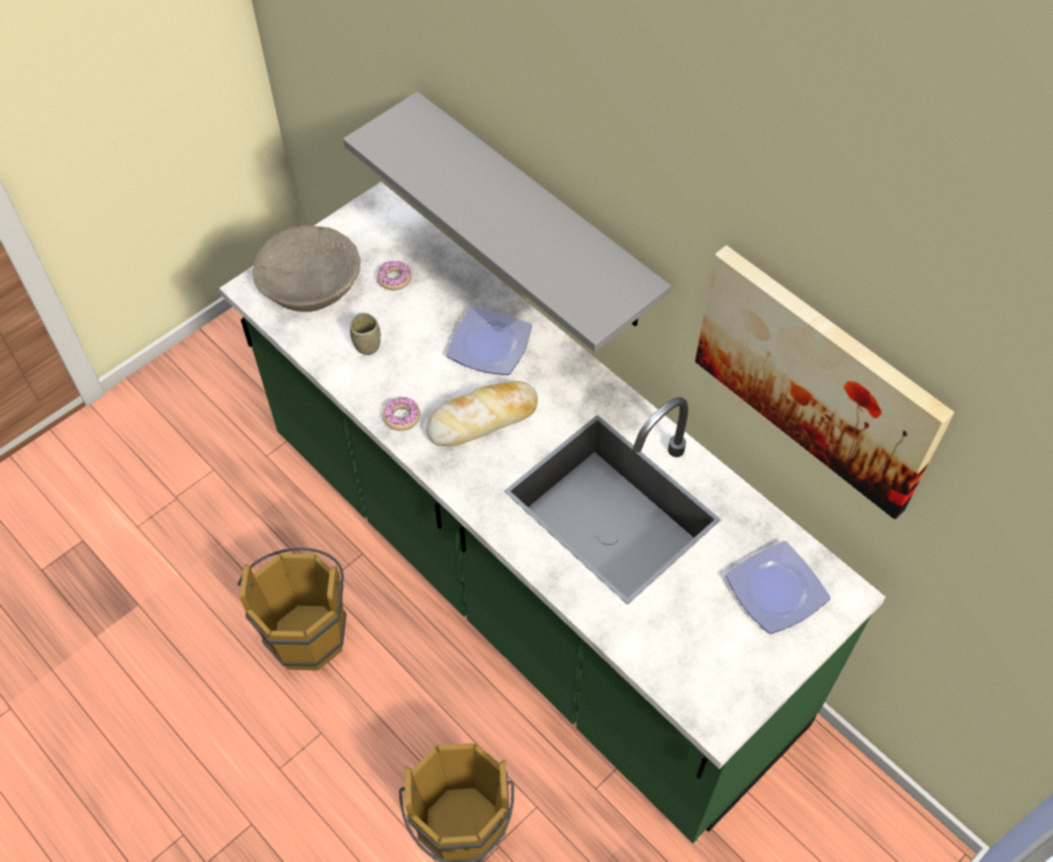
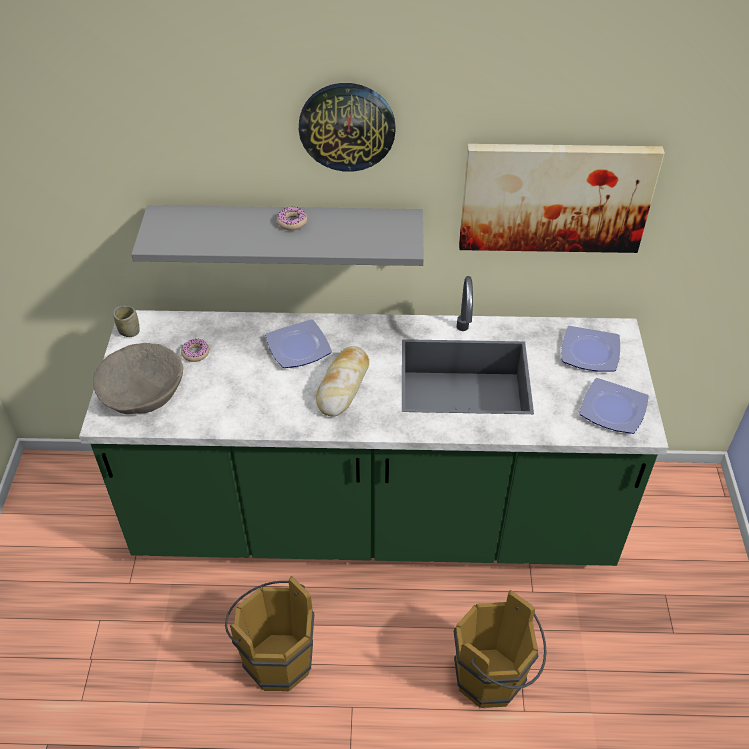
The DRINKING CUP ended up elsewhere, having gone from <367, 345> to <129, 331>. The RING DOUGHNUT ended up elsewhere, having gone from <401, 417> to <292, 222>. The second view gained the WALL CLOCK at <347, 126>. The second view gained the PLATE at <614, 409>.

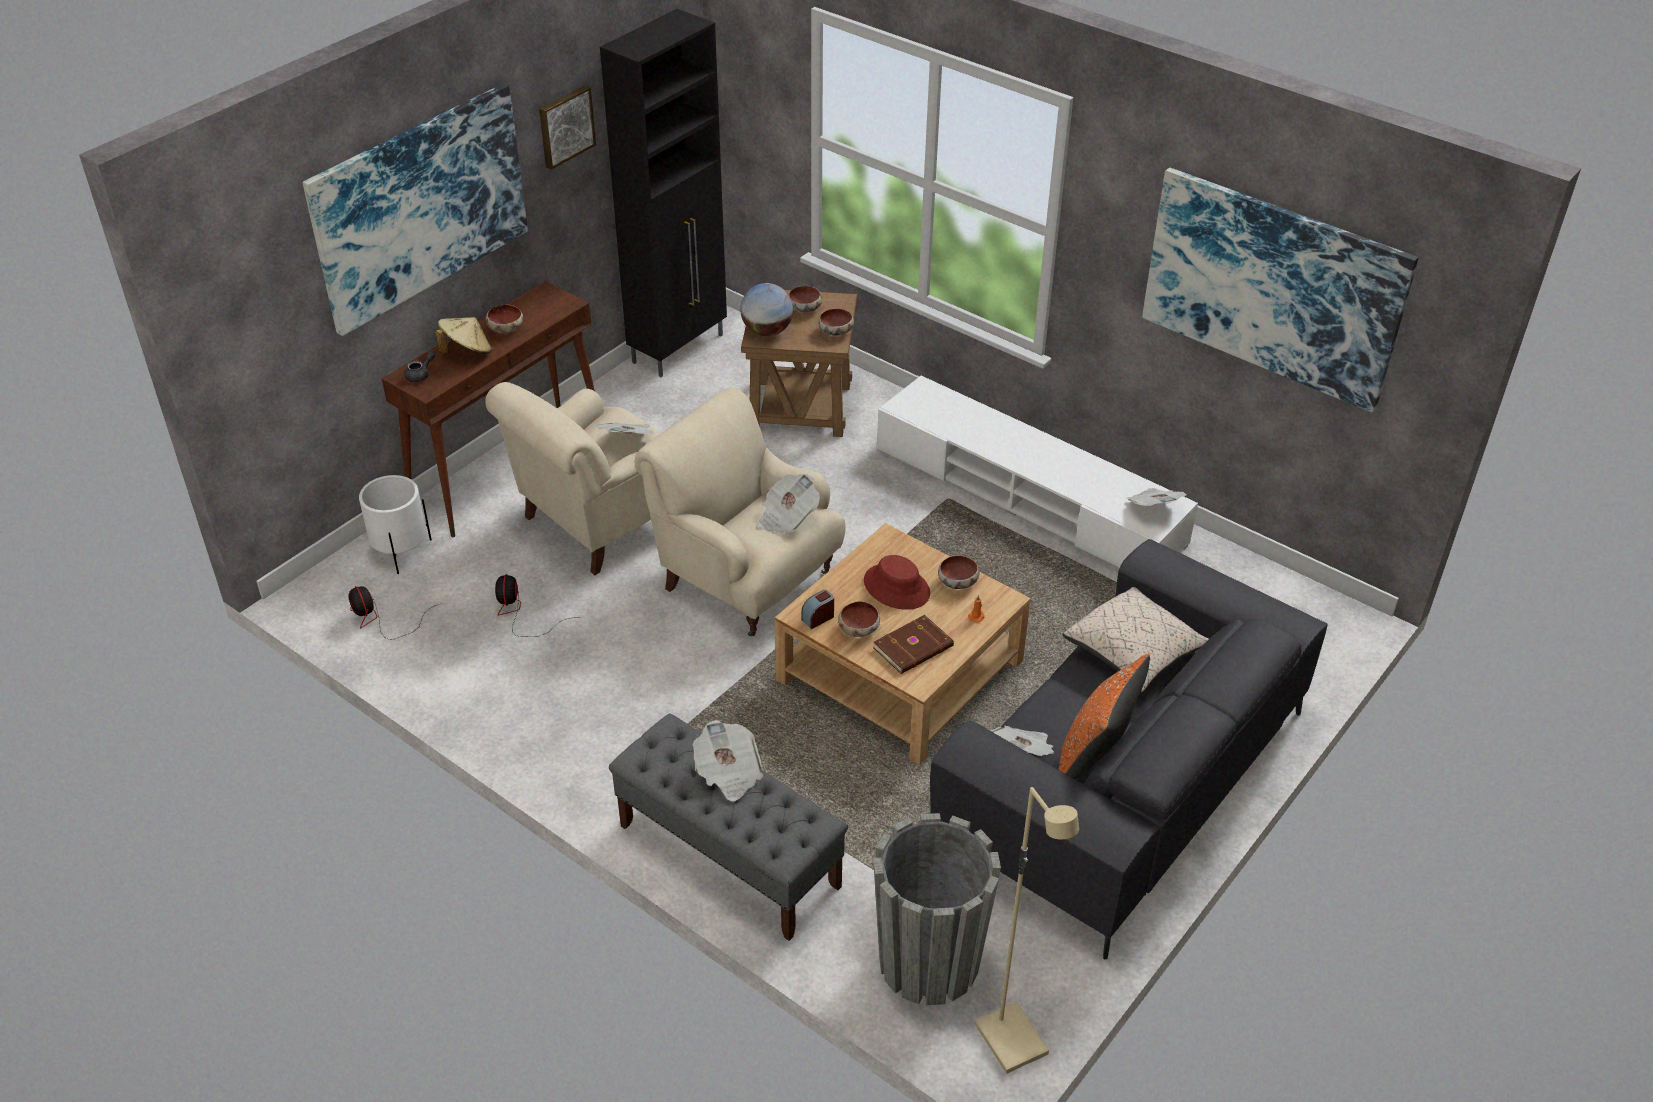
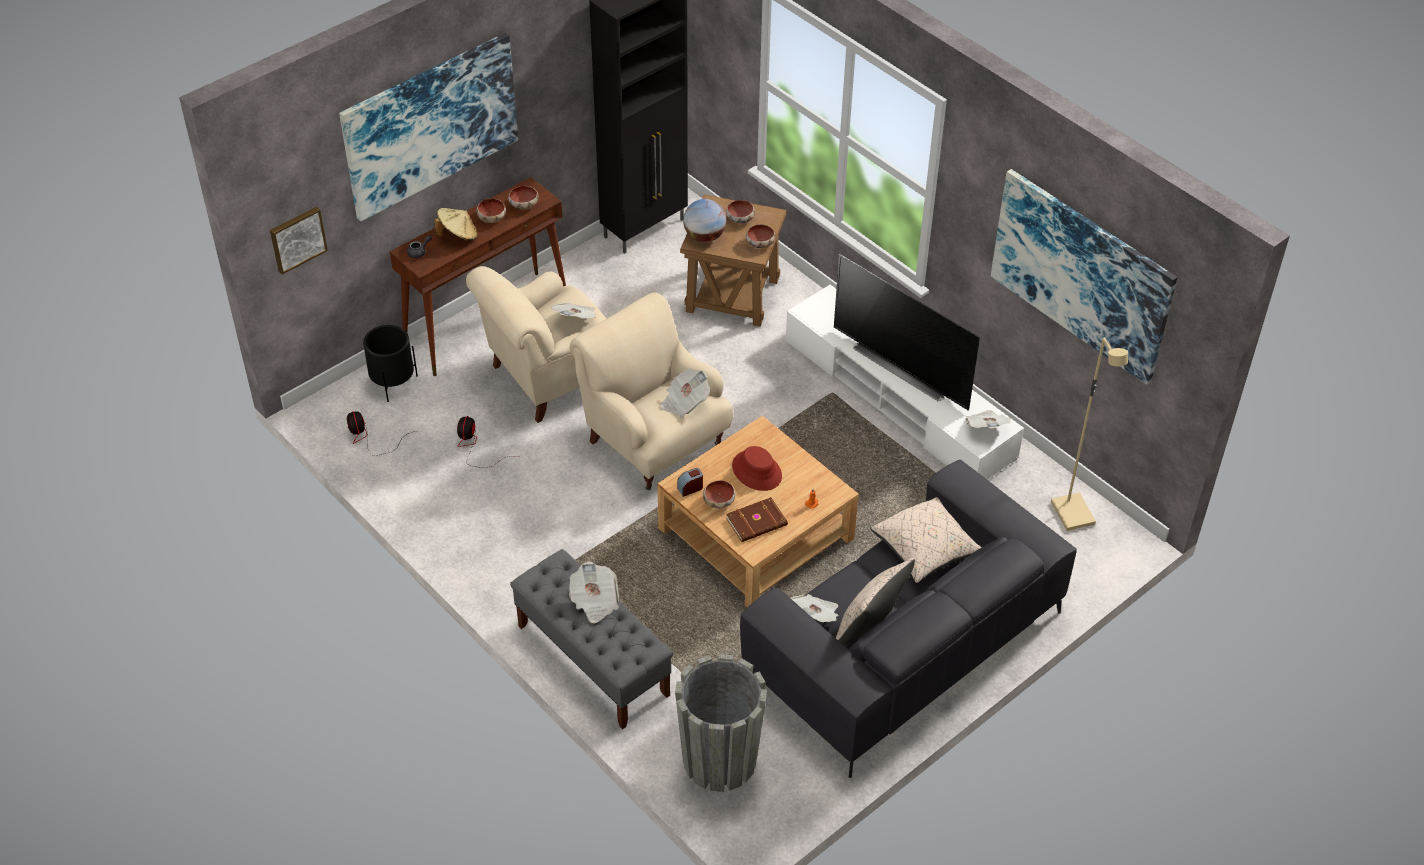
The WALL ART ended up elsewhere, having gone from <565, 126> to <297, 238>. What was the WHITE PLANT POT at <401, 552> turned into the BLACK-COLOURED PLANT POT at <393, 383>. The DEEP DISH ended up elsewhere, having gone from <957, 583> to <523, 205>. What was the ORANGEY CUSHION at <1094, 754> turned into the SAND-COLOURED CUSHION at <870, 626>. The SAND-COLOURED FLOOR LAMP ended up elsewhere, having gone from <1012, 1040> to <1074, 514>. The second view gained the TV at <904, 367>.

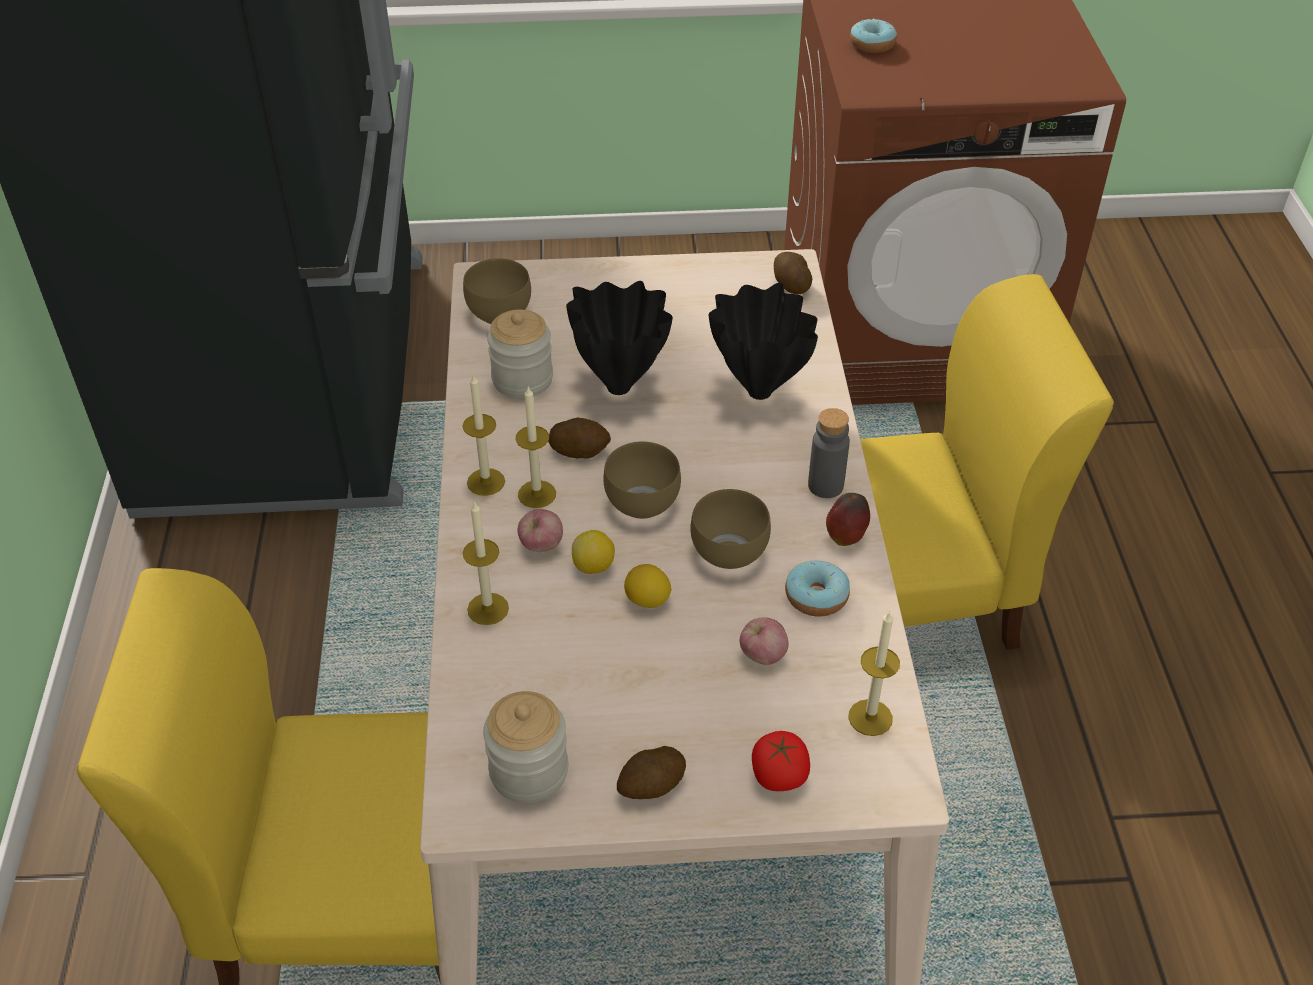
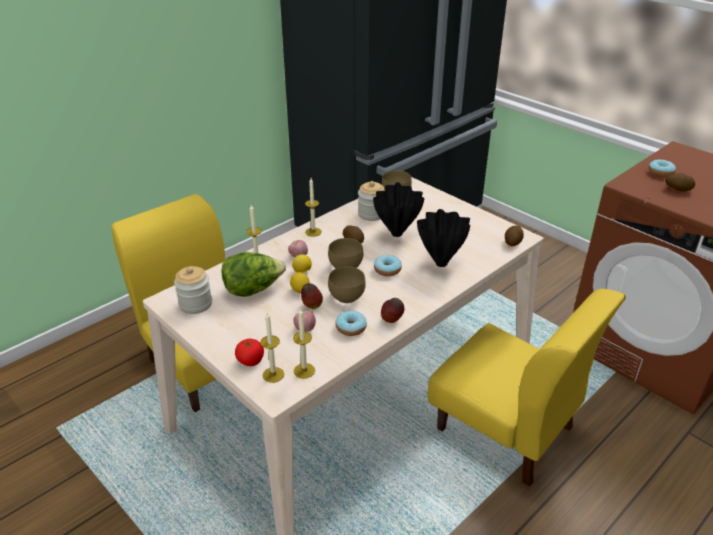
The CANDLE ended up elsewhere, having gone from <537, 494> to <273, 374>. The second view lost the GREYISH BEVERAGE BOTTLE at <825, 486>. The POTATO ended up elsewhere, having gone from <651, 786> to <677, 189>. The second view gained the HEAD OF LETTUCE at <253, 289>. The second view gained the RING DOUGHNUT at <387, 270>. The second view gained the APPLE FRUIT at <311, 306>.

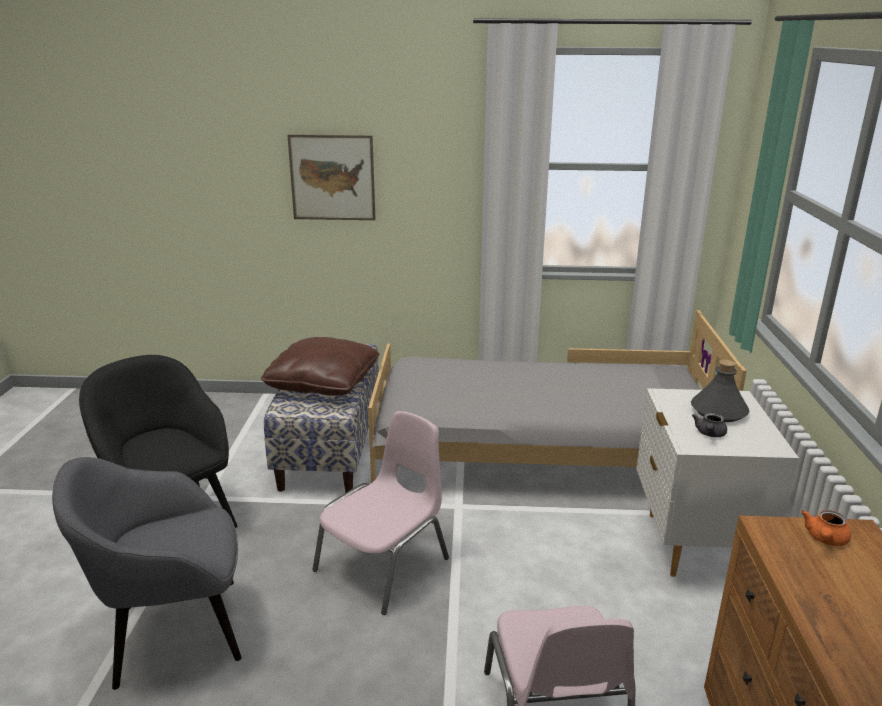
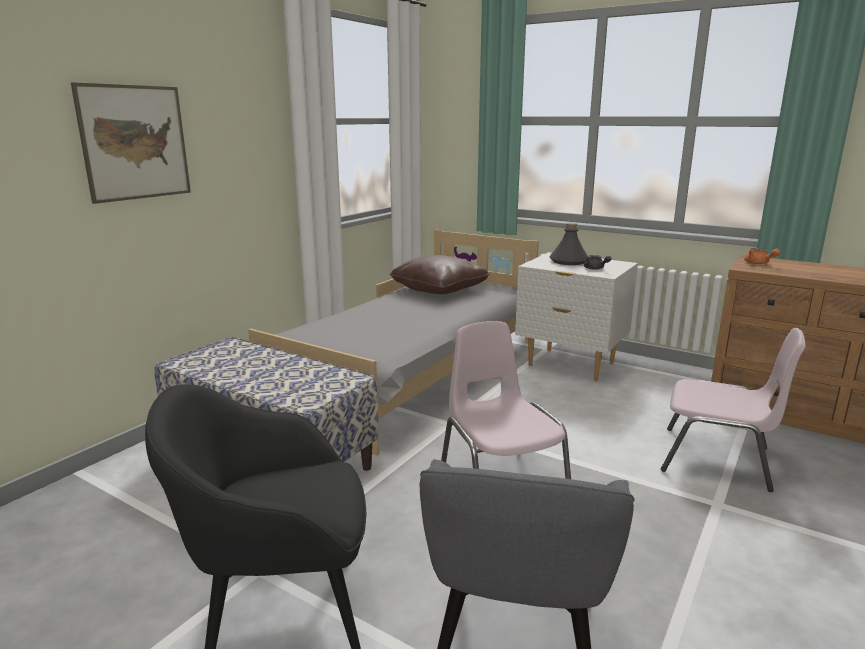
The BROWN-COLOURED CUSHION ended up elsewhere, having gone from <323, 383> to <439, 289>.

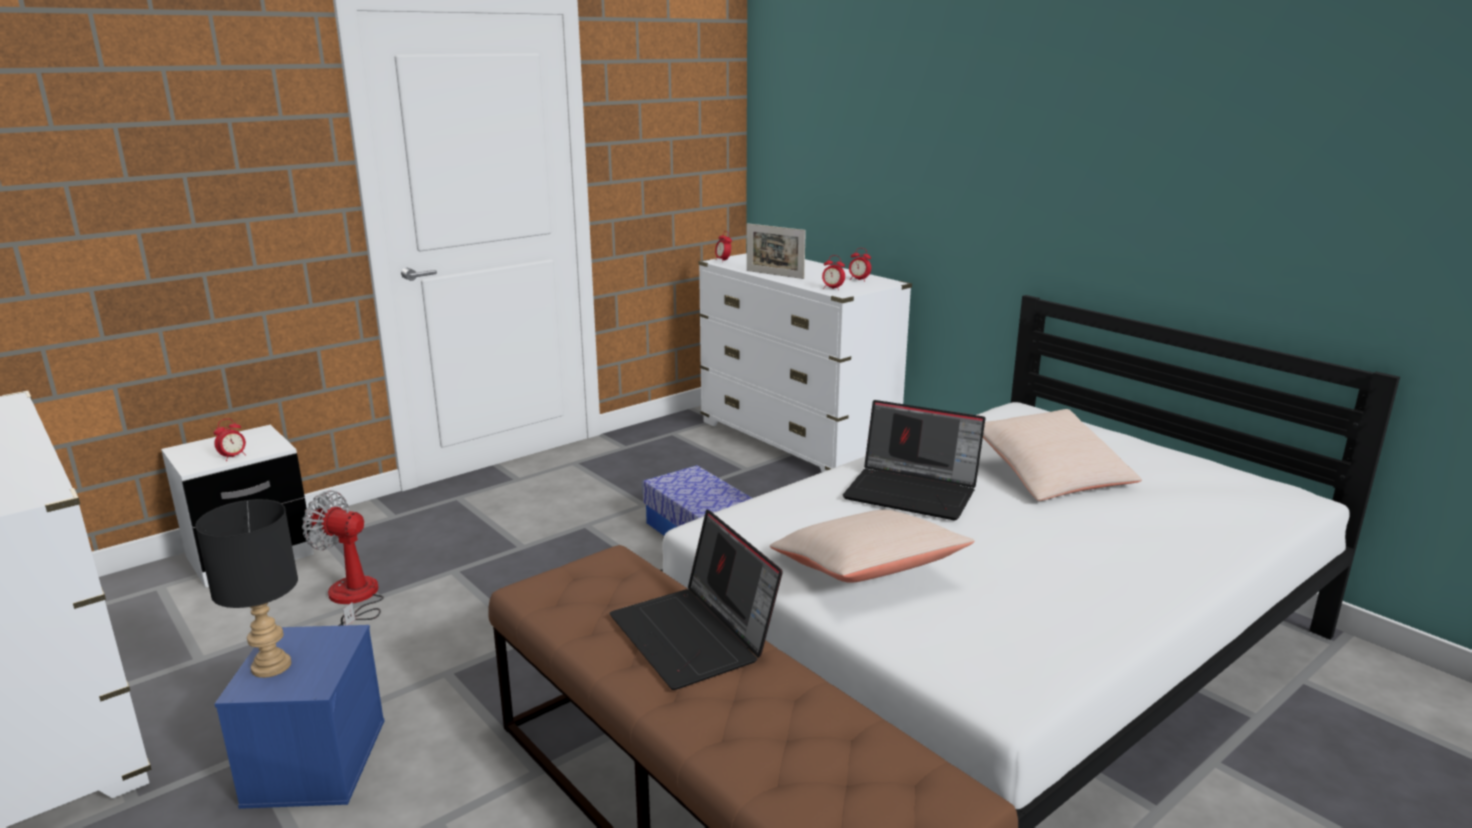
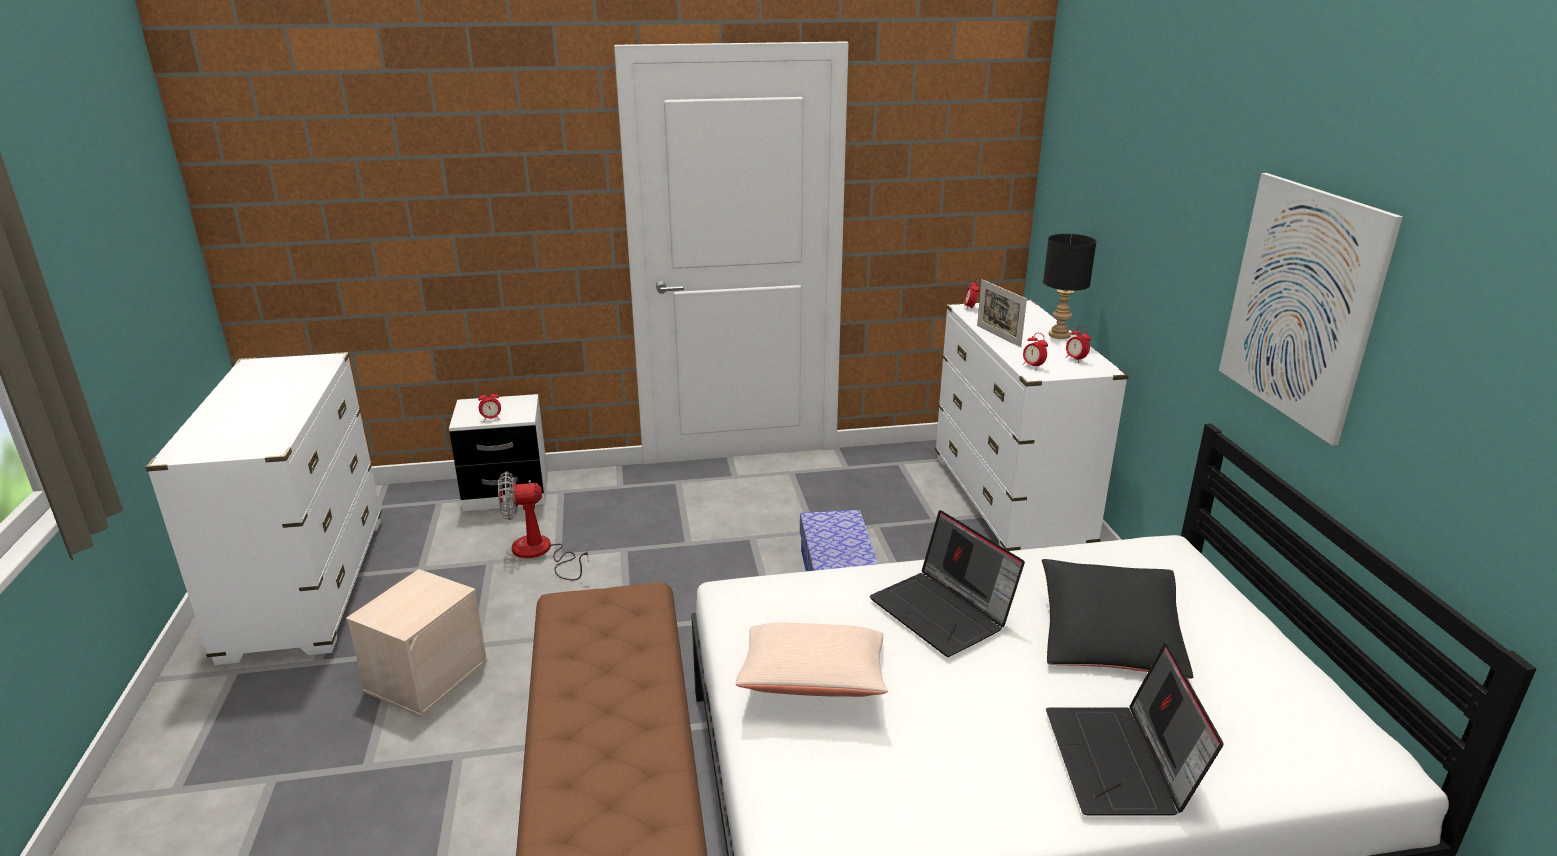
What was the SAND-COLOURED CUSHION at <1051, 475> turned into the BLACK-COLOURED CUSHION at <1108, 637>. The COOLING FAN at <353, 601> ended up facing another way, 60 degrees counterclockwise from before. The BLACK-COLOURED TABLE LAMP ended up elsewhere, having gone from <272, 665> to <1059, 335>. The NOTEBOOK COMPUTER ended up elsewhere, having gone from <695, 636> to <1122, 763>. What was the BLUE-COLOURED STORAGE BOX at <314, 760> turned into the SAND-COLOURED STORAGE BOX at <427, 675>. The second view gained the WALL ART at <1301, 303>.

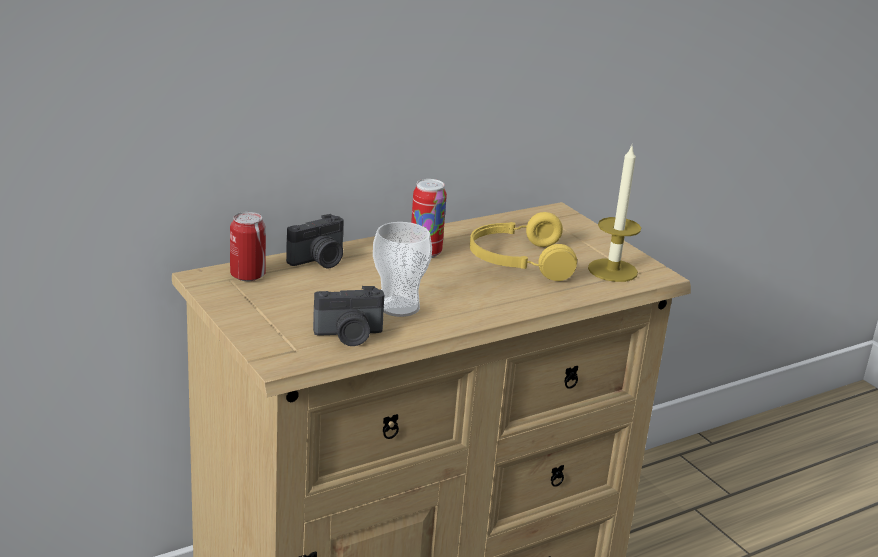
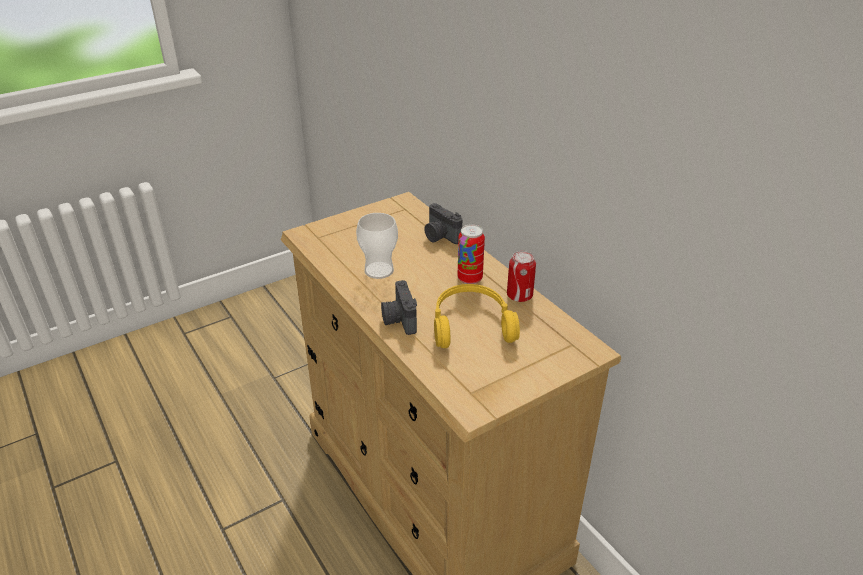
The second view lost the CANDLE at <612, 270>. The CAN ended up elsewhere, having gone from <247, 275> to <519, 296>. The PHOTO CAMERA ended up elsewhere, having gone from <349, 336> to <398, 320>.

